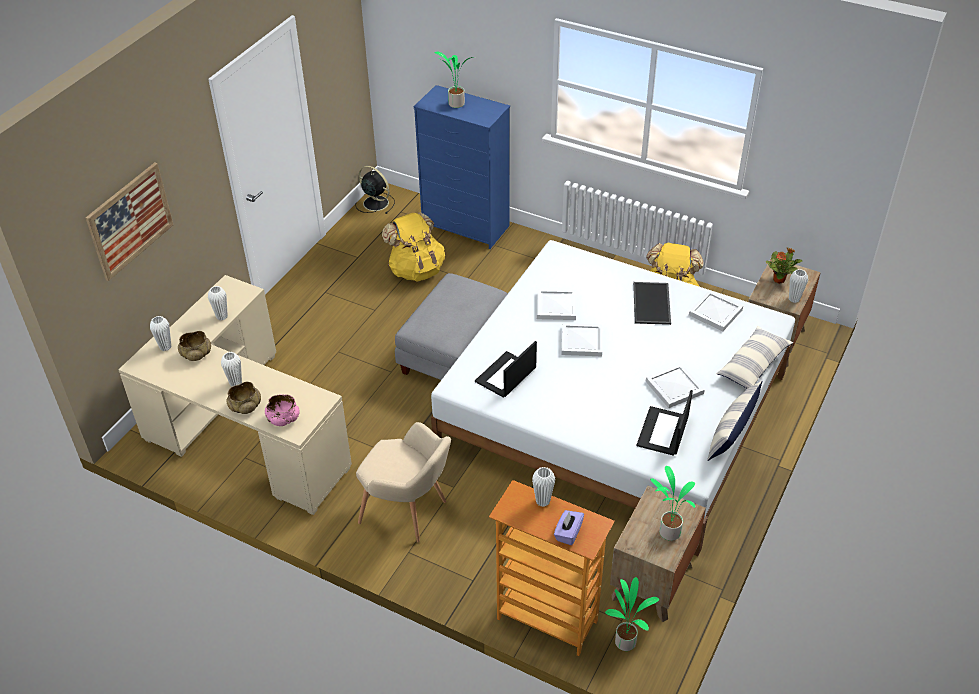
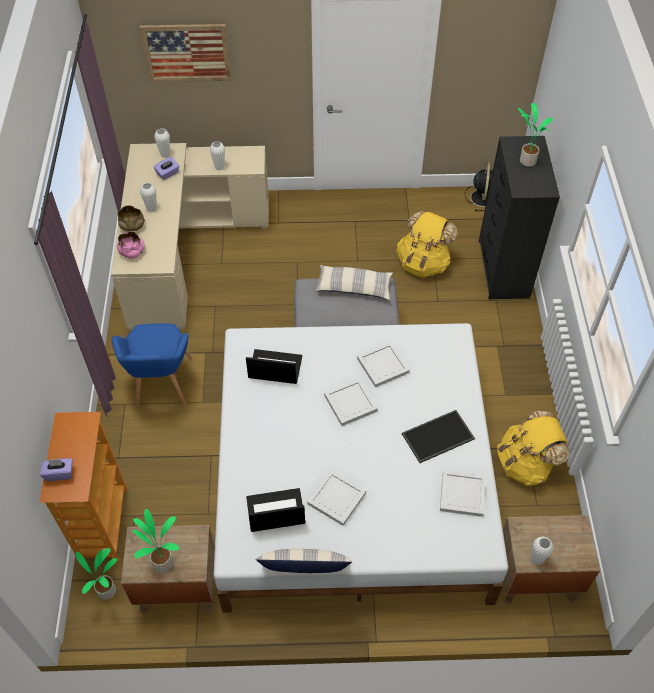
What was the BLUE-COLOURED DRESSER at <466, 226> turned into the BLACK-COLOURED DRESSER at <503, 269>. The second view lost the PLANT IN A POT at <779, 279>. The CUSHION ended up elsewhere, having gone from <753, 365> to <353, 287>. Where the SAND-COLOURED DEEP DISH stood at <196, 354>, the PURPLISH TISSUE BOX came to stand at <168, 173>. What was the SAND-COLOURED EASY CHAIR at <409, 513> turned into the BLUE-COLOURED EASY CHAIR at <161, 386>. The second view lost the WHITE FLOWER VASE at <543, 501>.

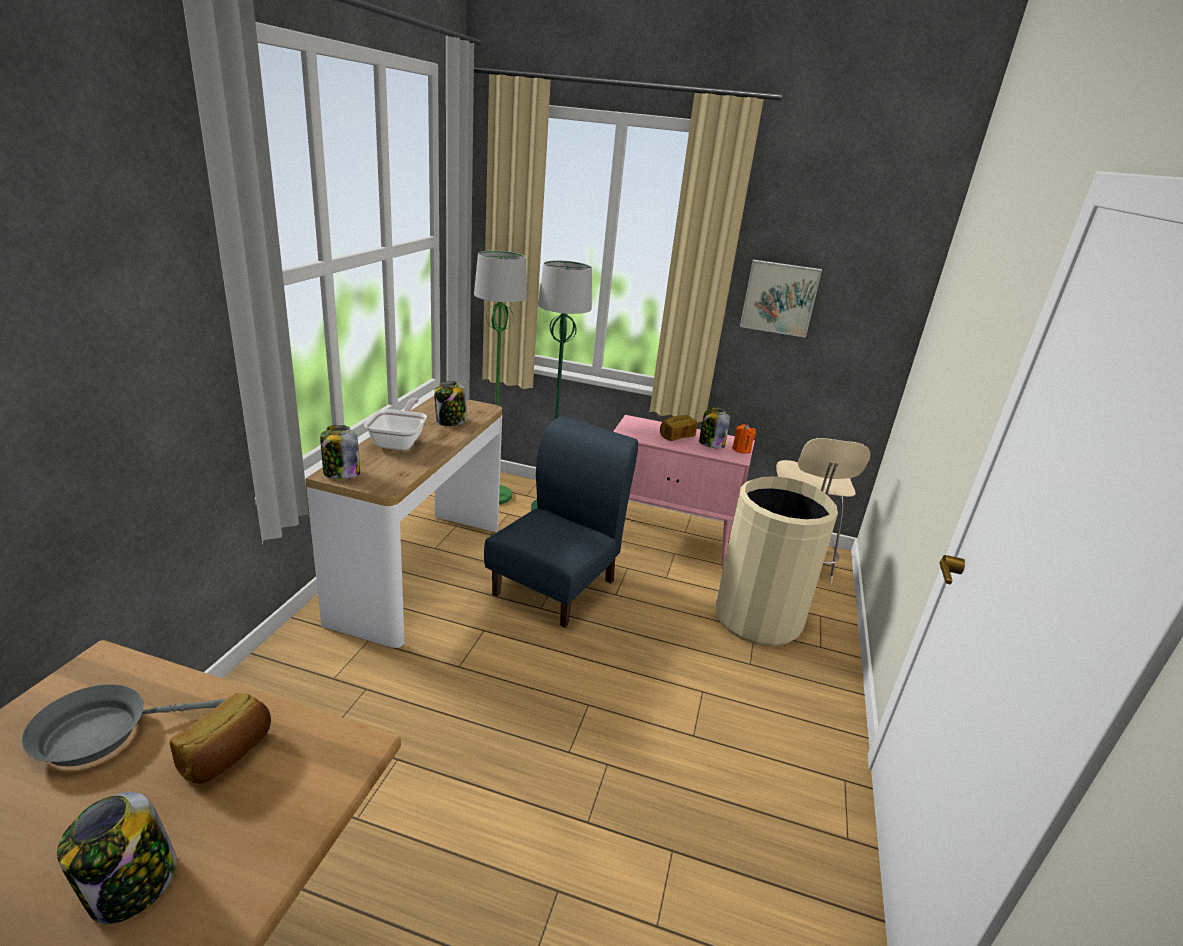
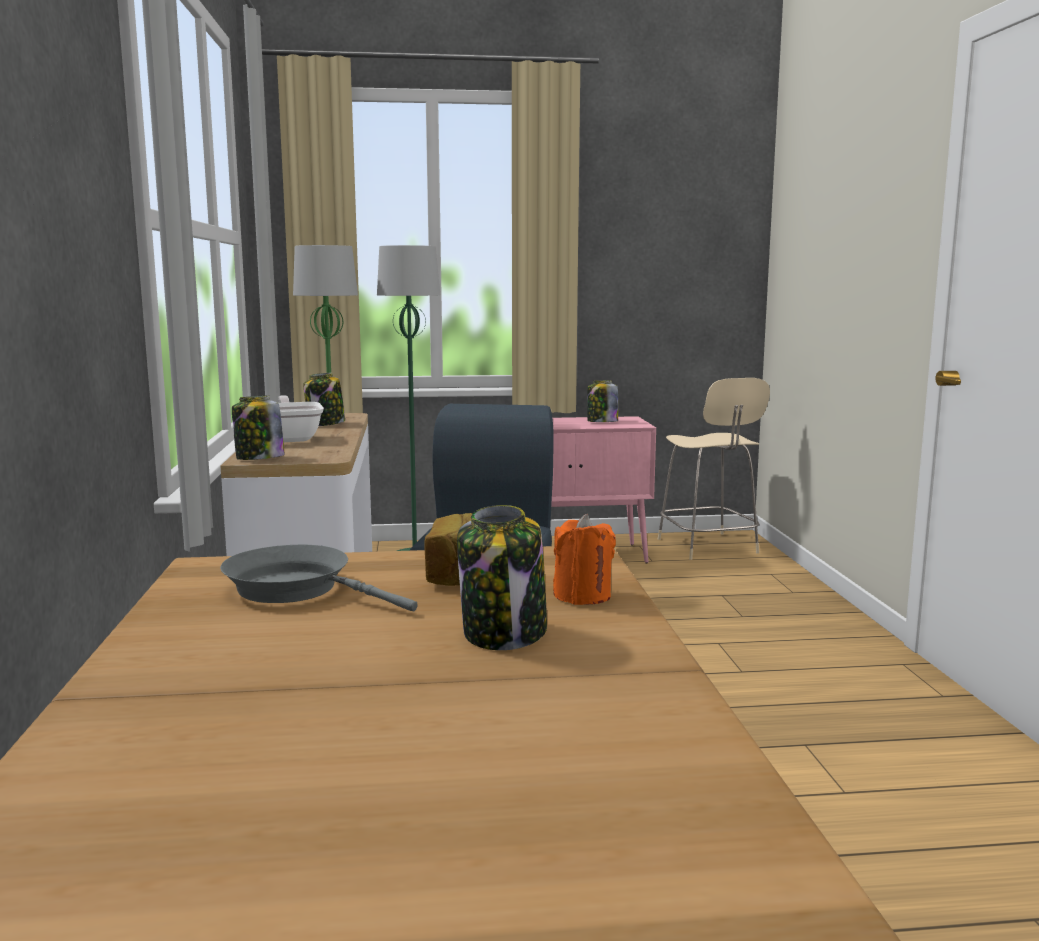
The second view lost the WALL ART at <779, 298>. The second view lost the BREAD at <676, 436>. The ORANGEY CANDLE ended up elsewhere, having gone from <741, 449> to <582, 596>. The second view lost the SAND-COLOURED RUBBISH BIN at <757, 618>. The GREYISH SKILLET at <102, 732> ended up facing another way, 75 degrees clockwise from before.

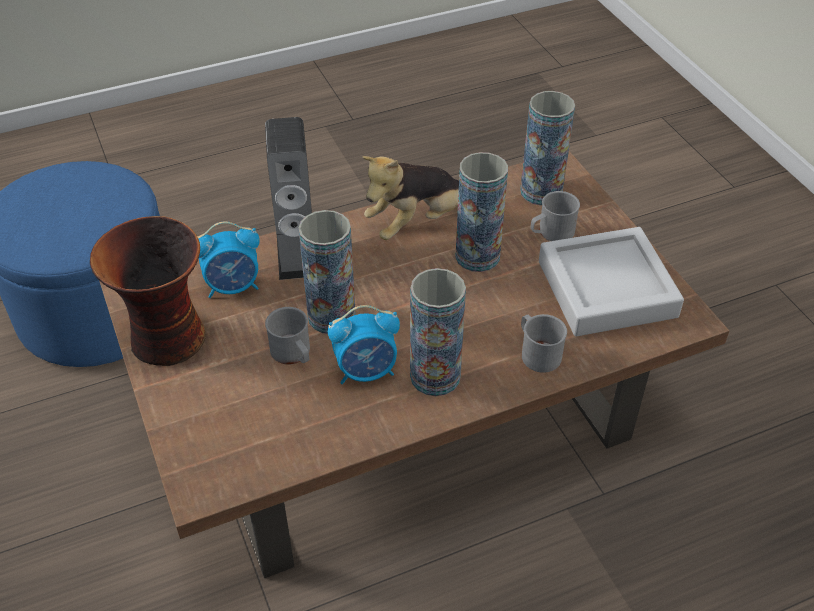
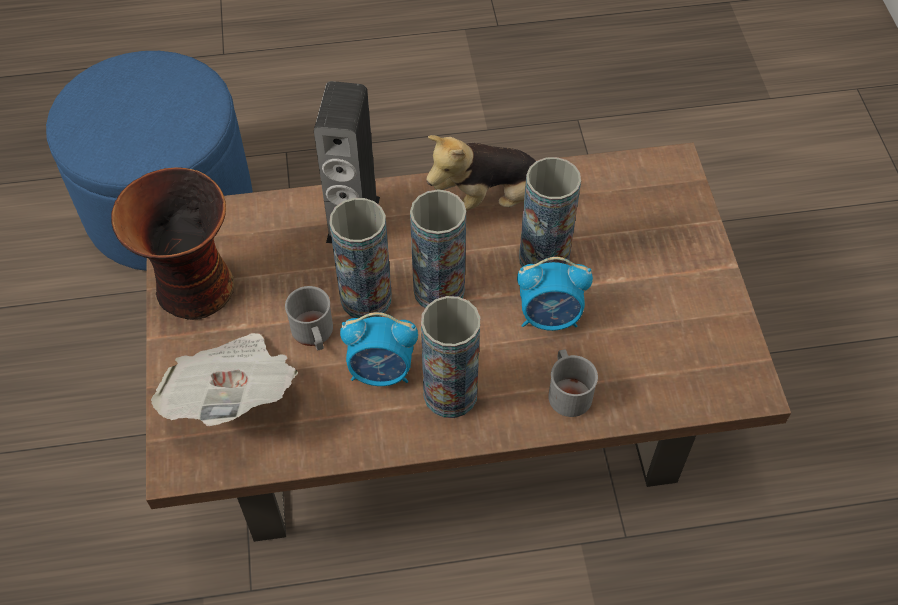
The FLOWER VASE ended up elsewhere, having gone from <541, 192> to <439, 291>. The second view lost the GREYISH COFFEE MUG at <551, 233>. The BEDSIDE CLOCK ended up elsewhere, having gone from <233, 286> to <550, 317>. The second view lost the GREYISH TRAY at <606, 289>. The second view gained the NEWSPAPER at <233, 395>.

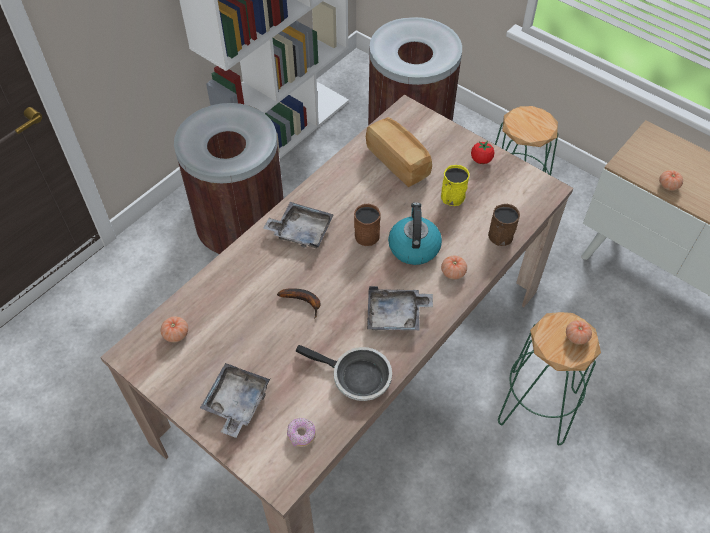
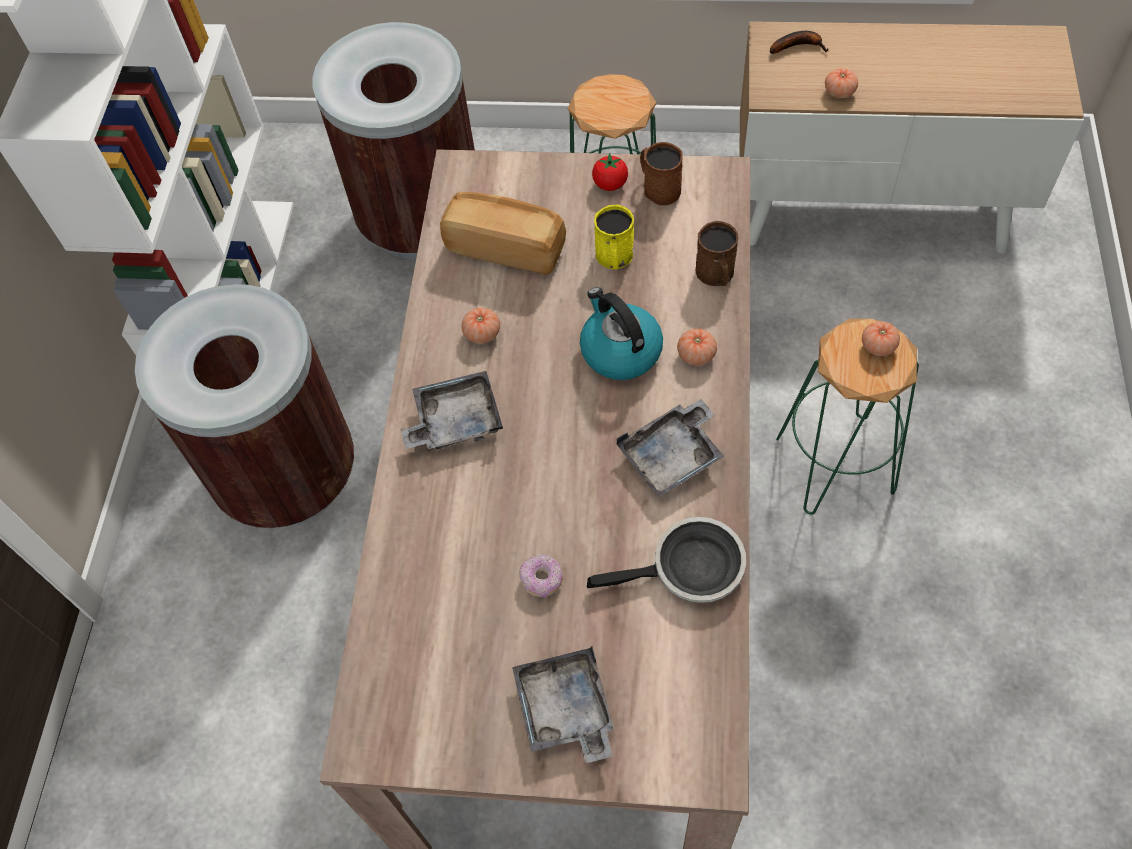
The BROWN-COLOURED COFFEE MUG ended up elsewhere, having gone from <366, 232> to <658, 188>. The BANANA FRUIT ended up elsewhere, having gone from <304, 301> to <798, 46>. The WHOLE TOMATO ended up elsewhere, having gone from <176, 334> to <482, 333>. The RING DOUGHNUT ended up elsewhere, having gone from <301, 435> to <542, 580>.

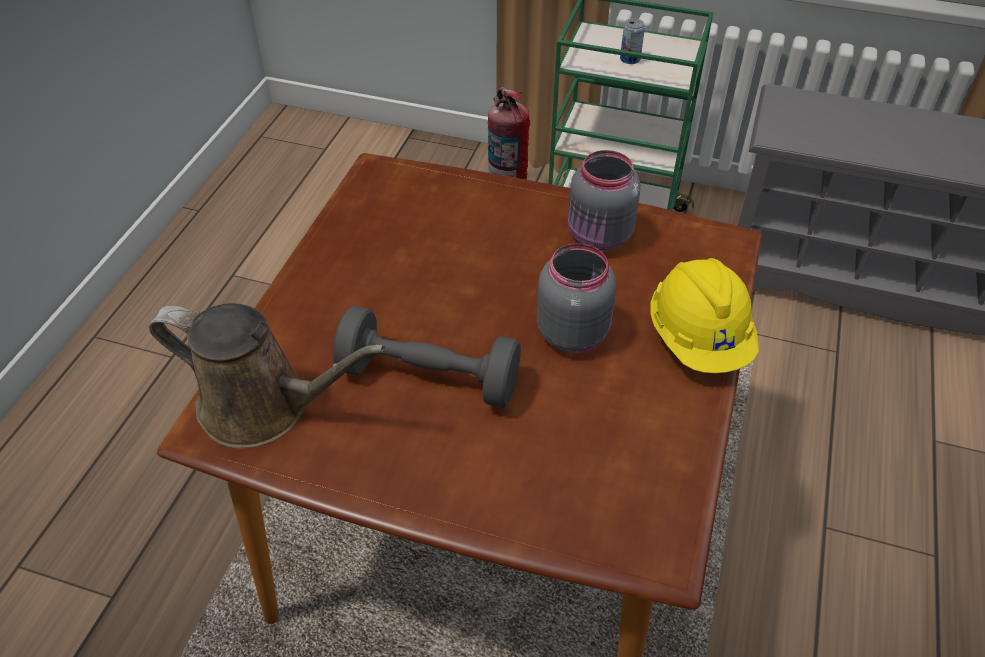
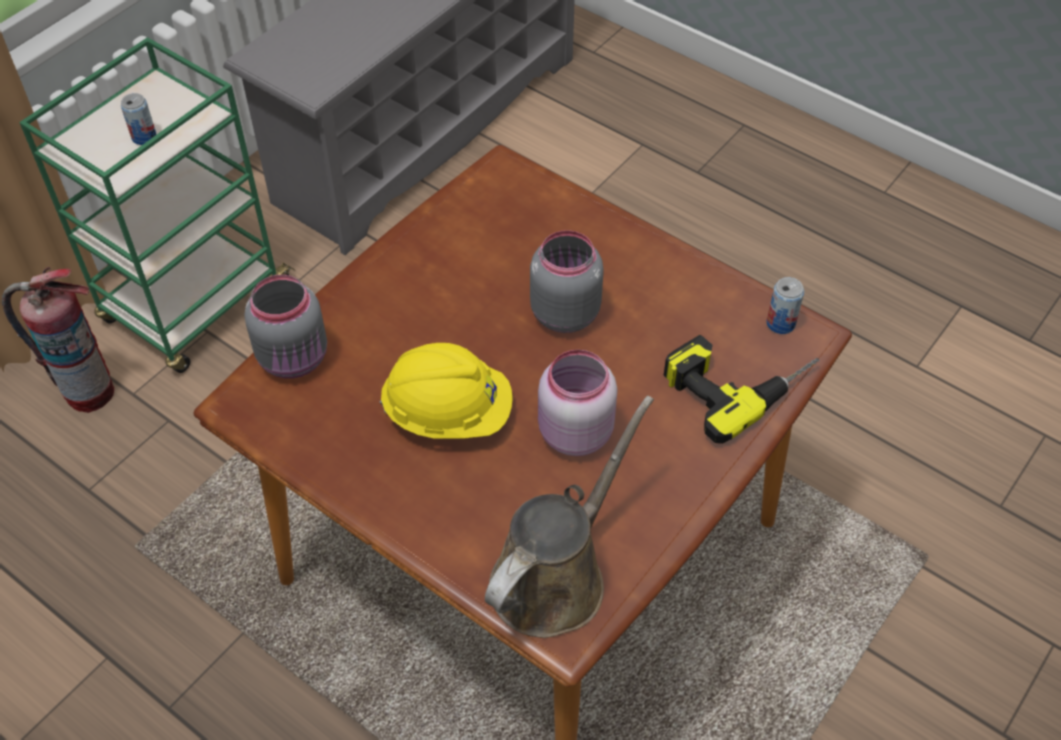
The GREYISH JAR ended up elsewhere, having gone from <599, 238> to <295, 359>. The YELLOWISH WORK HELMET ended up elsewhere, having gone from <698, 339> to <448, 413>. Where the GREYISH DUMBBELL stood at <429, 377>, the PINK JAR came to stand at <573, 433>. The second view gained the CAN at <780, 323>. The second view gained the POWER DRILL at <737, 380>.

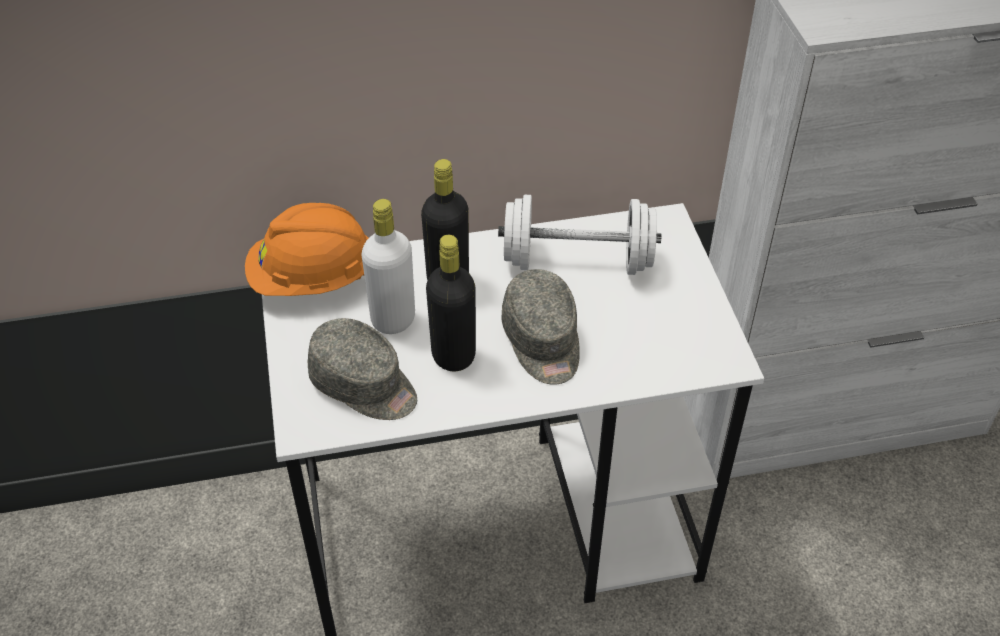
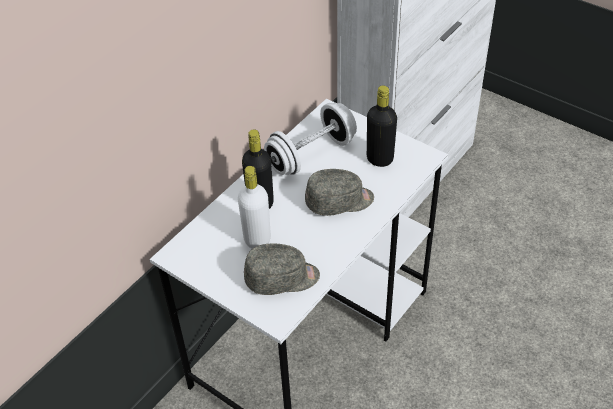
The second view lost the ORANGEY WORK HELMET at <312, 279>. The BLACK-COLOURED BEVERAGE BOTTLE ended up elsewhere, having gone from <453, 355> to <380, 159>. The GREYISH PEAKED CAP at <542, 342> ended up facing another way, 45 degrees counterclockwise from before.

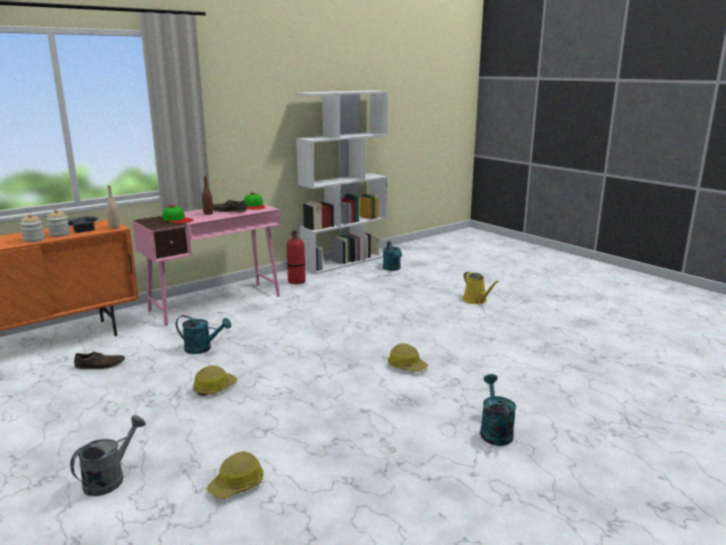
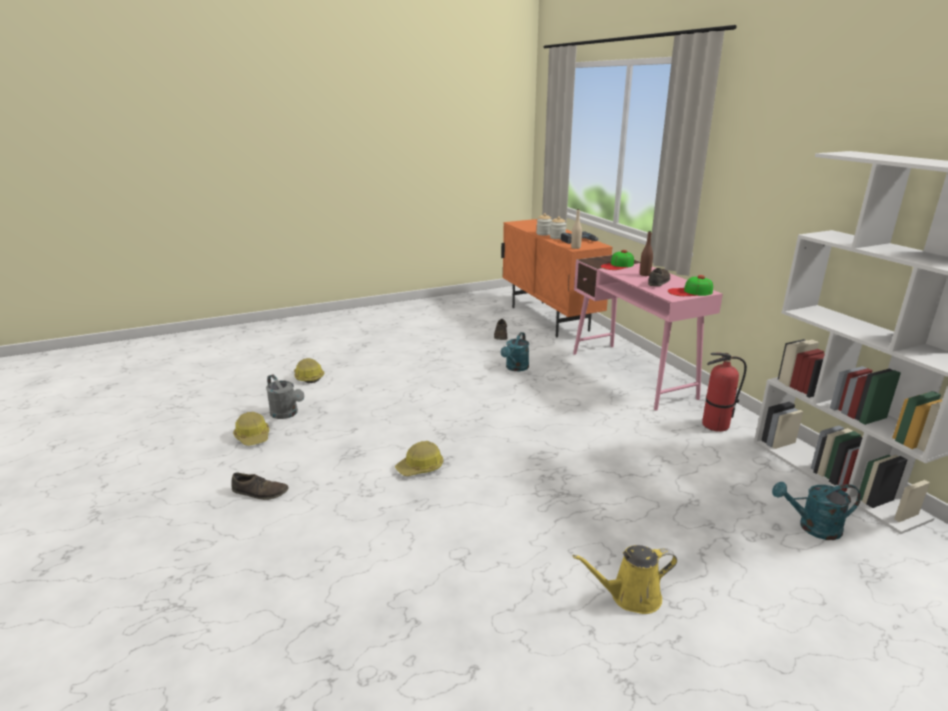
The WORK HELMET ended up elsewhere, having gone from <214, 387> to <253, 436>. Where the BLUE-GREEN WATERING CAN stood at <494, 431>, the BROWN-COLOURED LOW SHOE came to stand at <260, 492>. The GREYISH WATERING CAN ended up elsewhere, having gone from <110, 478> to <287, 414>.

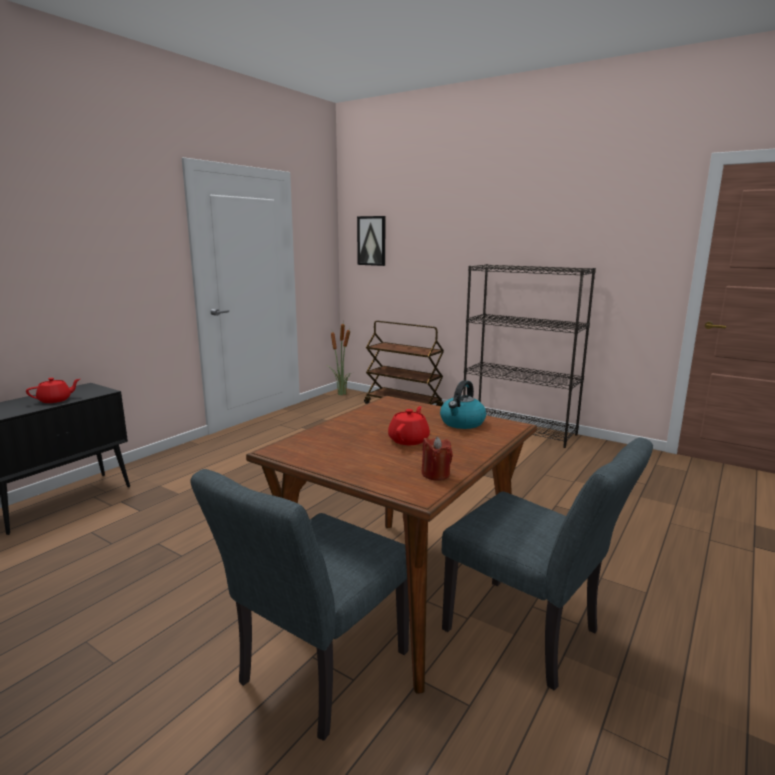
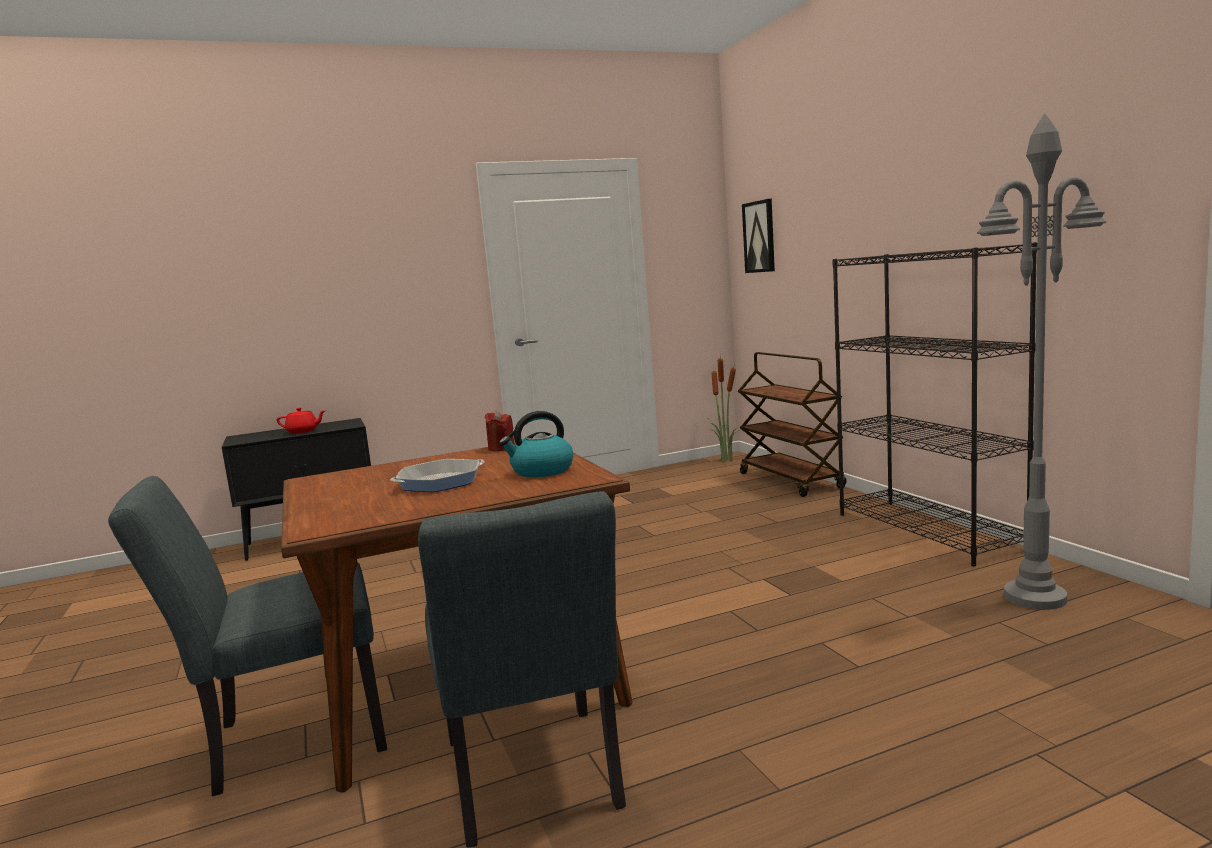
Where the RED-COLOURED TEAPOT stood at <409, 440>, the SKILLET came to stand at <440, 482>. The RED-COLOURED CANDLE ended up elsewhere, having gone from <435, 474> to <501, 448>. The second view gained the GREYISH FLOOR LAMP at <1034, 598>.

